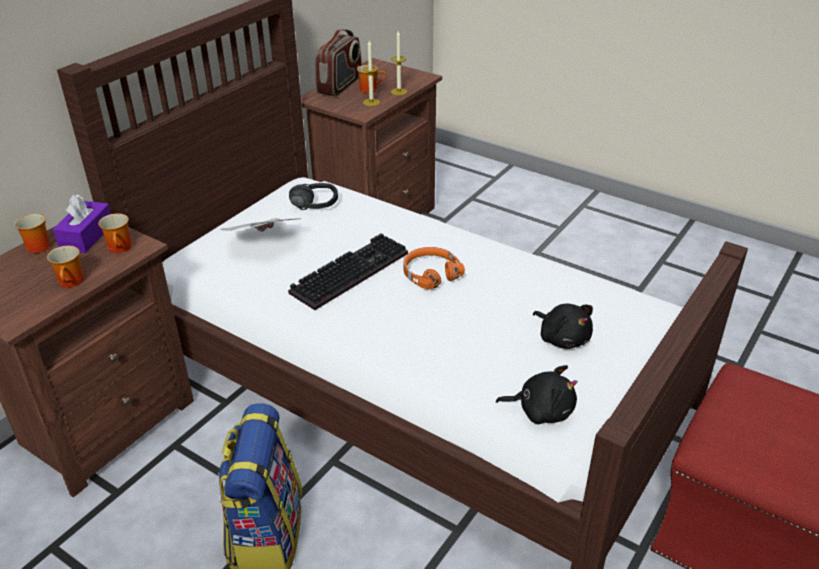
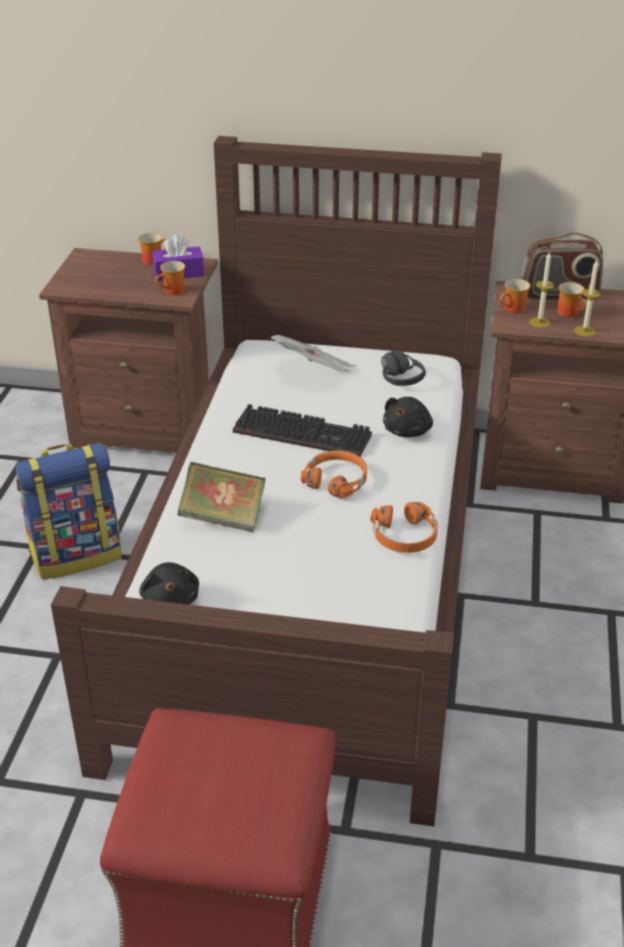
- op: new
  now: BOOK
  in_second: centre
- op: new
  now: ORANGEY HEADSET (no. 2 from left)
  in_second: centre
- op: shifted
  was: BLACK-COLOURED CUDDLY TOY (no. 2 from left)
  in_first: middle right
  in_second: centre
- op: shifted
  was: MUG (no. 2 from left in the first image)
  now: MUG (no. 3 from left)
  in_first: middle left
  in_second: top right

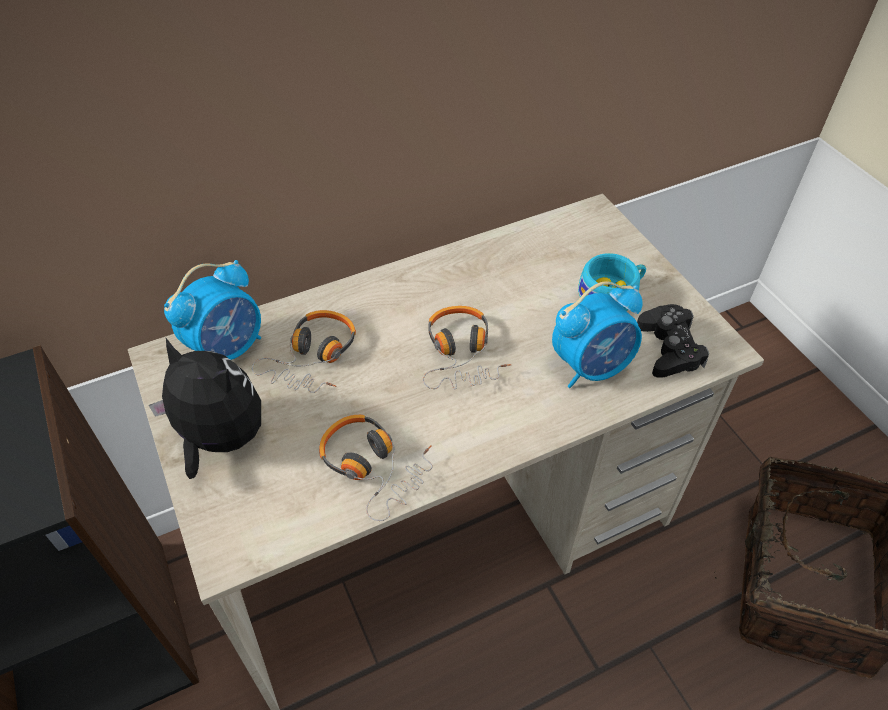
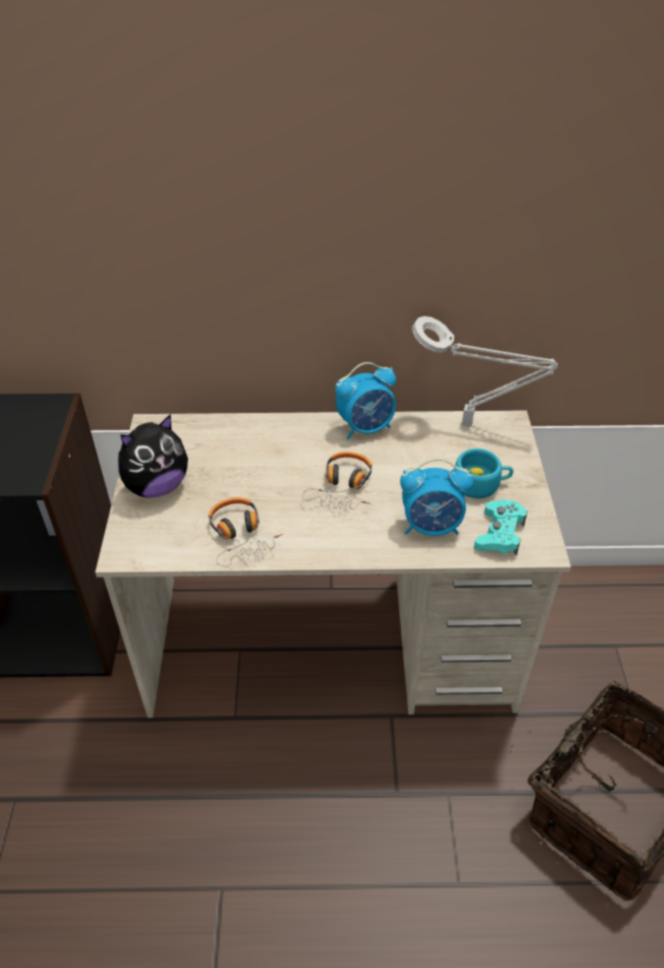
- op: rotated
  was: CUDDLY TOY
  in_first: middle left
  in_second: middle left
  clockwise: 90
- op: shifted
  was: BEDSIDE CLOCK (no. 1 from left)
  in_first: middle left
  in_second: centre
- op: new
  now: GREY TABLE LAMP
  in_second: middle right
- op: repainted
  was: BLACK-COLOURED JOYPAD
  now: TURQUOISE JOYPAD
  in_first: middle right
  in_second: middle right
- op: gone
  was: HEADSET (no. 1 from left)
  in_first: centre

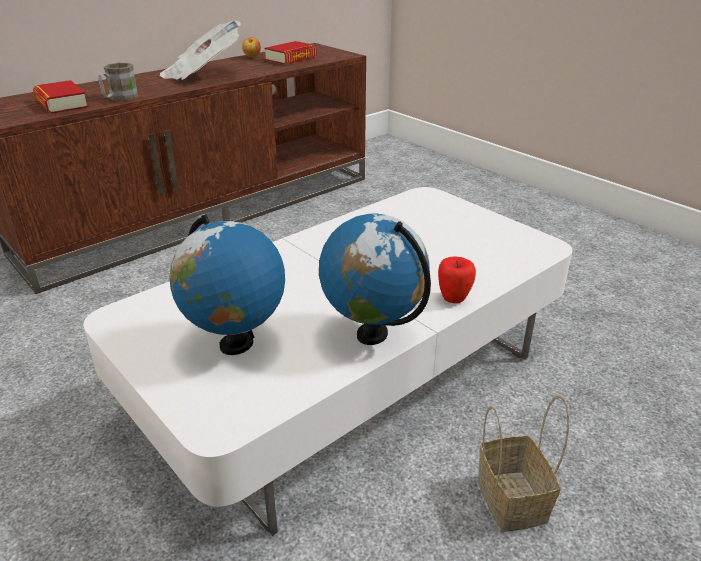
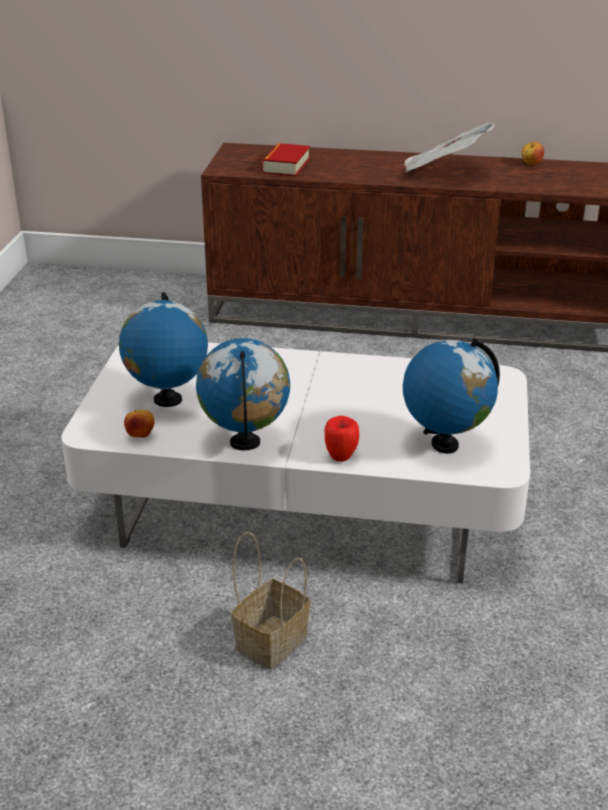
- op: new
  now: APPLE FRUIT (no. 1 from left)
  in_second: middle left
- op: new
  now: WORLD GLOBE (no. 3 from left)
  in_second: middle right
- op: gone
  was: BROWNISH MUG
  in_first: top left
- op: gone
  was: BOOK (no. 2 from left)
  in_first: top centre

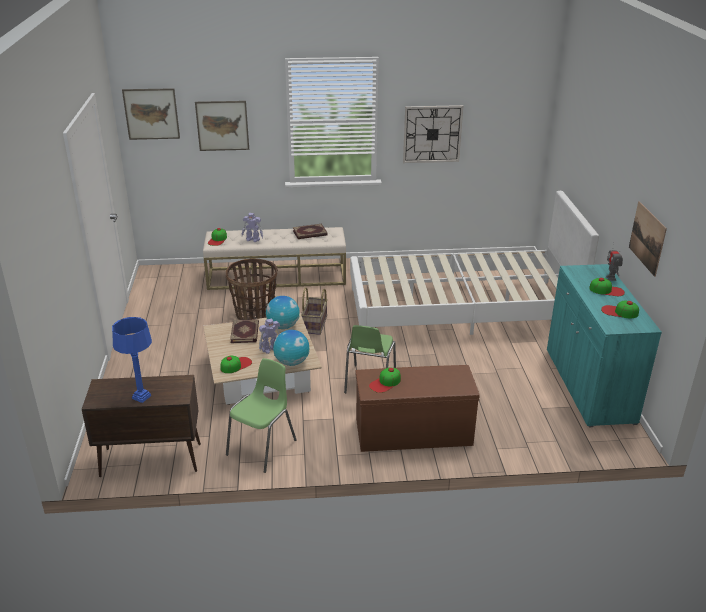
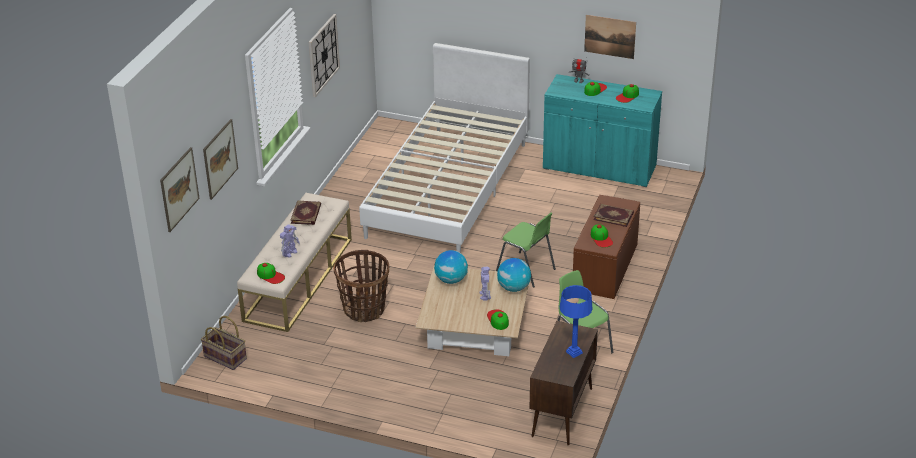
- op: shifted
  was: STORAGE BASKET (no. 2 from left in the first image)
  now: STORAGE BASKET (no. 1 from left)
  in_first: centre
  in_second: bottom left
- op: shifted
  was: BOOK (no. 1 from left in the first image)
  now: BOOK (no. 2 from left)
  in_first: centre
  in_second: middle right

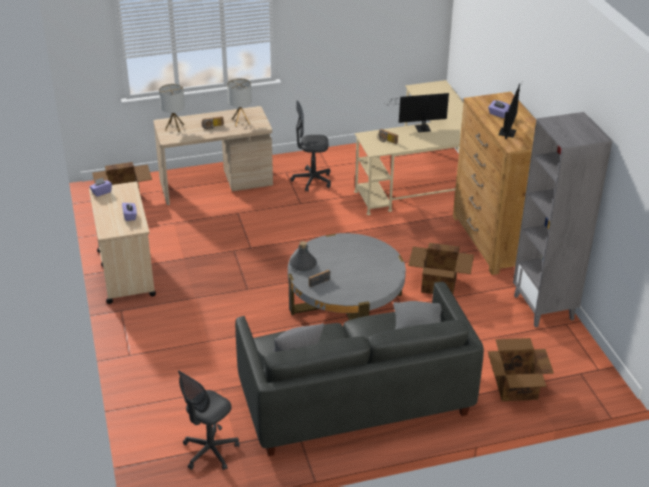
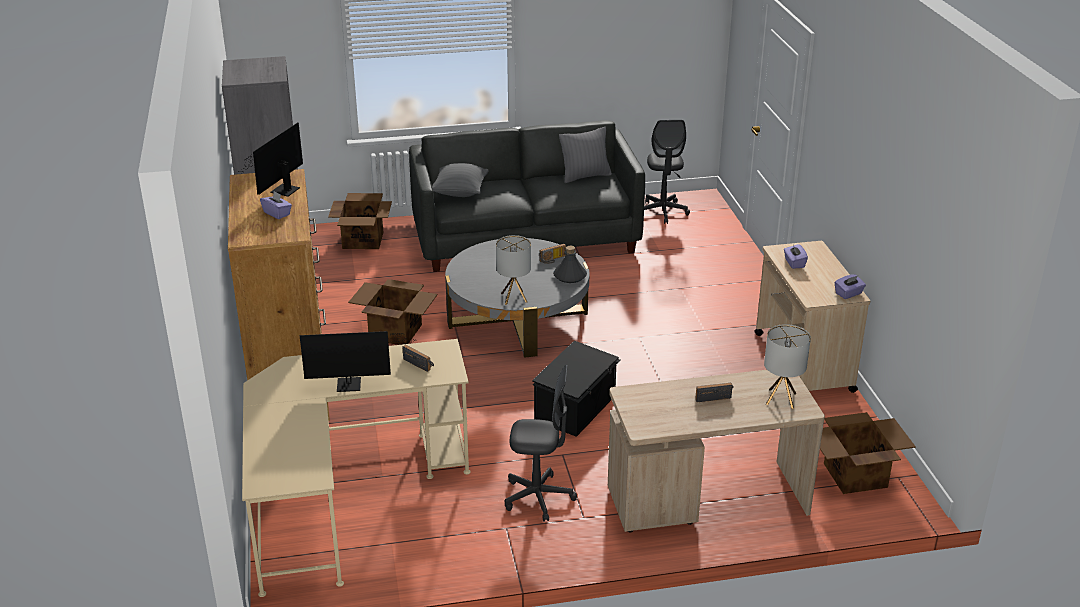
- op: shifted
  was: TABLE LAMP (no. 2 from left in the first image)
  now: TABLE LAMP (no. 1 from left)
  in_first: top centre
  in_second: centre
- op: new
  now: BLACK-COLOURED STORAGE CONTAINER
  in_second: centre
- op: rotated
  was: GREY OFFICE CHAIR (no. 1 from left in the first image)
  in_first: bottom left
  in_second: top centre
  clockwise: 135

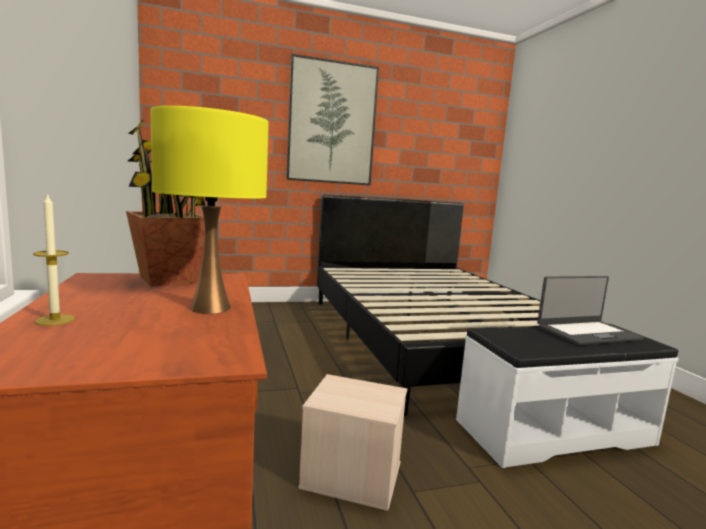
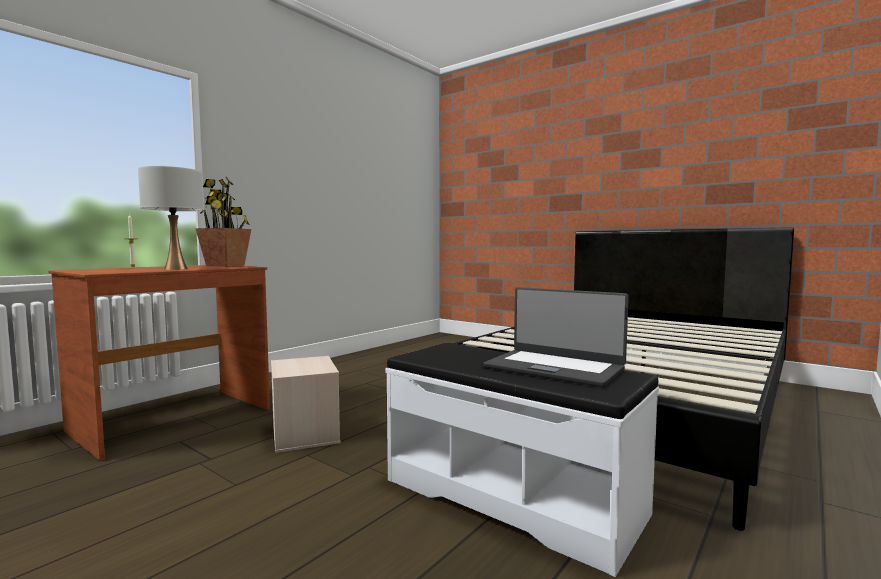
- op: repainted
  was: YELLOWISH TABLE LAMP
  now: WHITISH TABLE LAMP
  in_first: middle left
  in_second: middle left
- op: gone
  was: WALL ART
  in_first: top centre

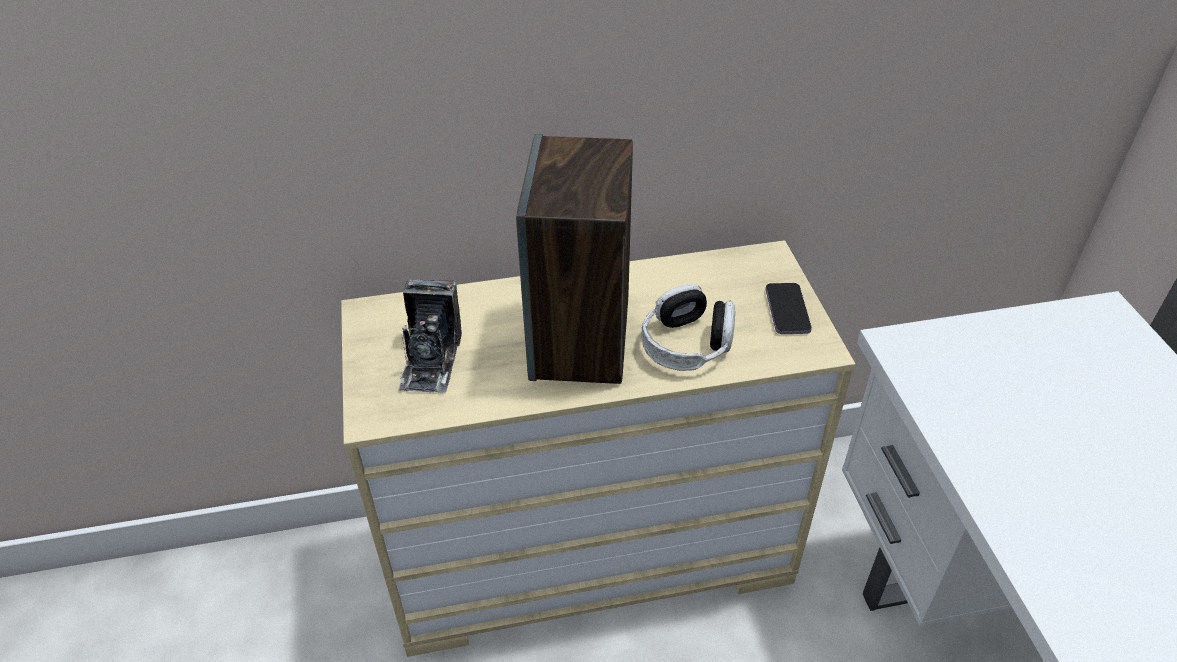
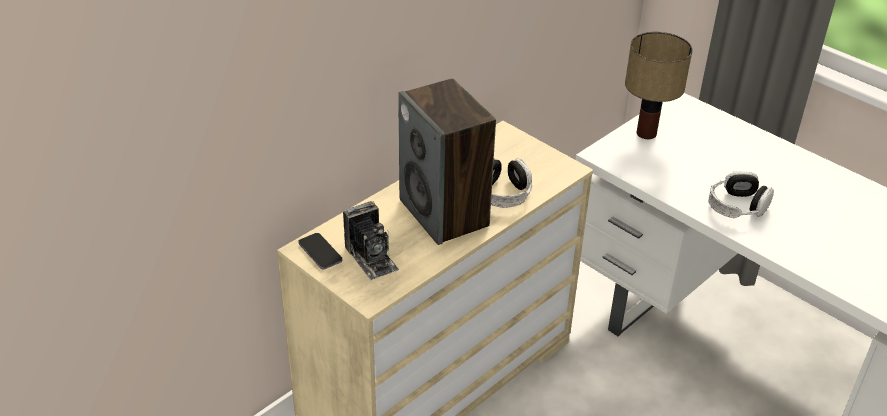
- op: shifted
  was: TELEPHONE
  in_first: middle right
  in_second: centre
- op: new
  now: TABLE LAMP
  in_second: top right
- op: new
  now: HEADSET (no. 2 from left)
  in_second: middle right

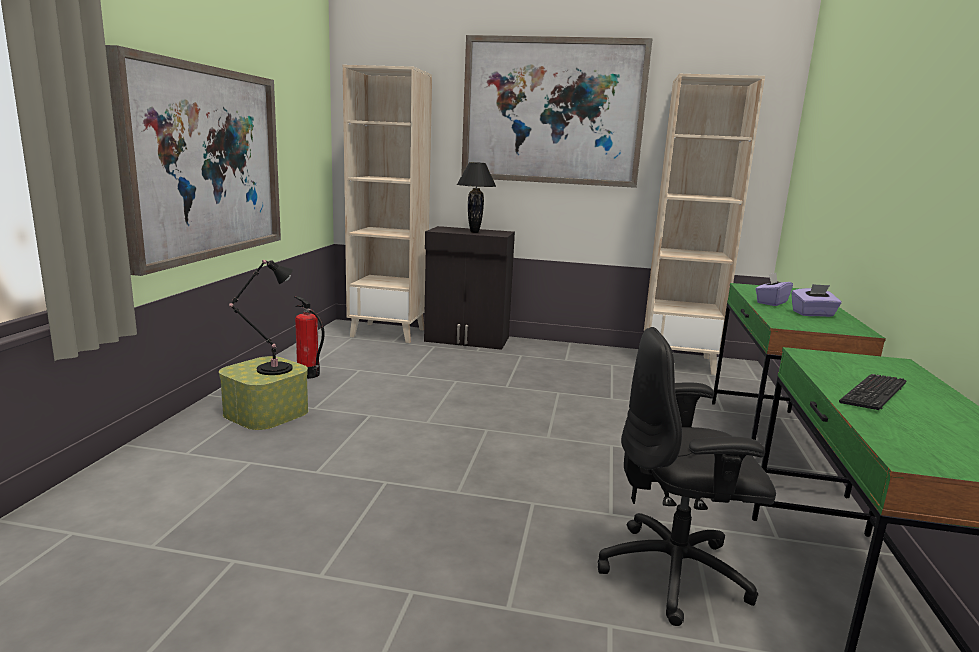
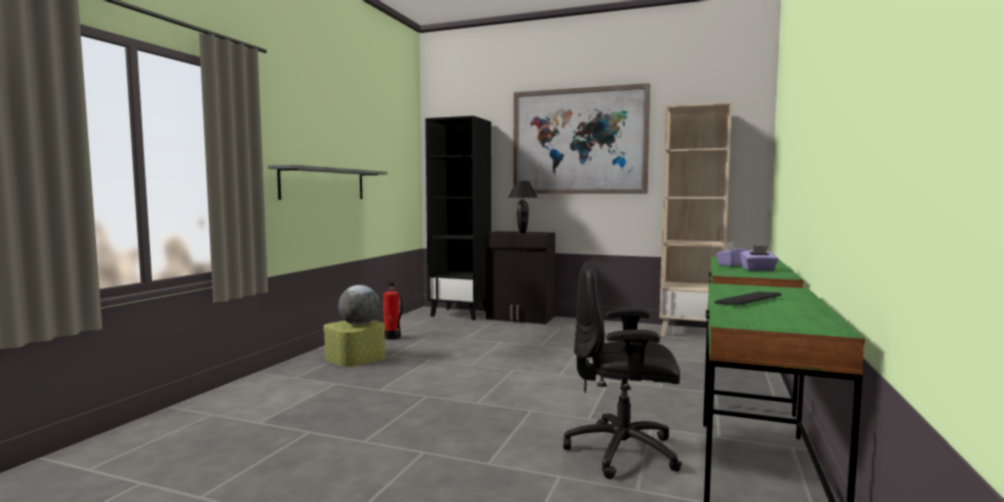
- op: swapped
  was: WALL ART (no. 1 from left)
  now: GREY BRACKET SHELF
  in_first: top left
  in_second: middle left
- op: swapped
  was: BLACK-COLOURED TABLE LAMP (no. 1 from left)
  now: WORLD GLOBE
  in_first: middle left
  in_second: centre
- op: repainted
  was: SAND-COLOURED BOOKCASE (no. 1 from left)
  now: BLACK-COLOURED BOOKCASE
  in_first: top centre
  in_second: centre

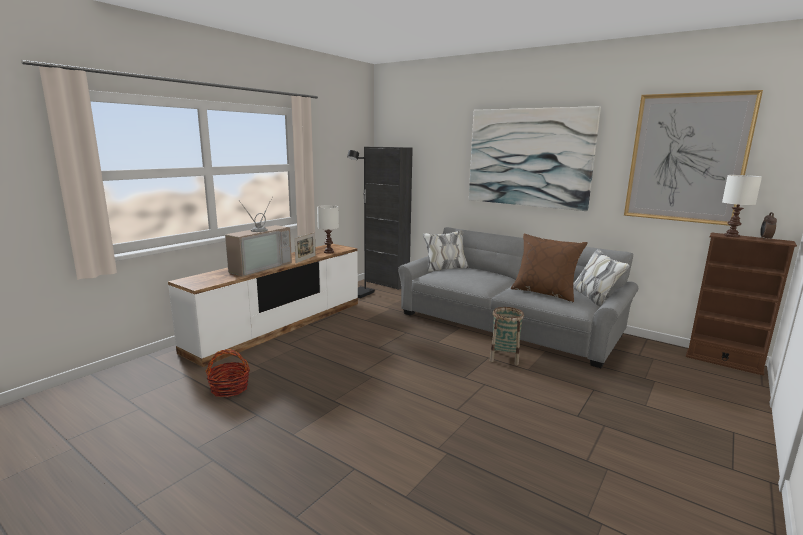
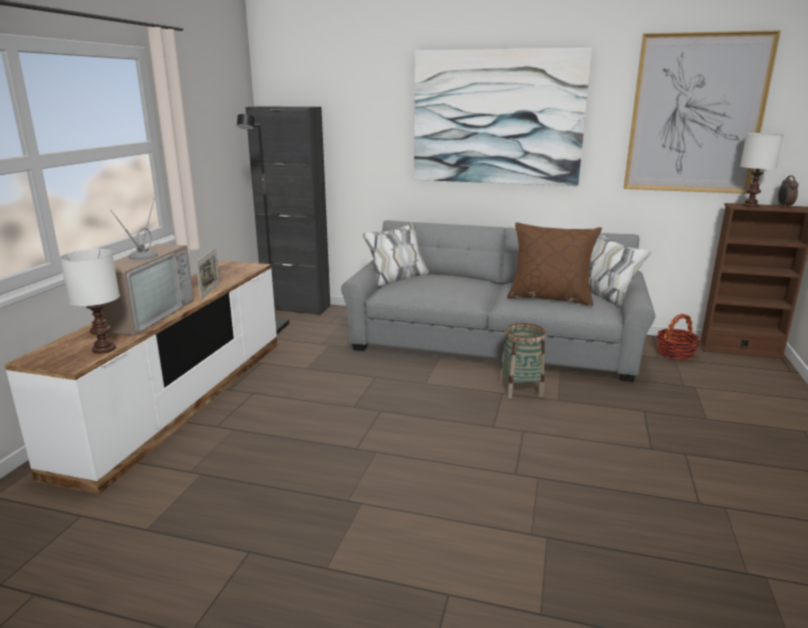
- op: shifted
  was: WHITISH TABLE LAMP (no. 1 from left)
  in_first: centre
  in_second: middle left
- op: shifted
  was: STORAGE BASKET (no. 1 from left in the first image)
  now: STORAGE BASKET (no. 2 from left)
  in_first: bottom left
  in_second: middle right

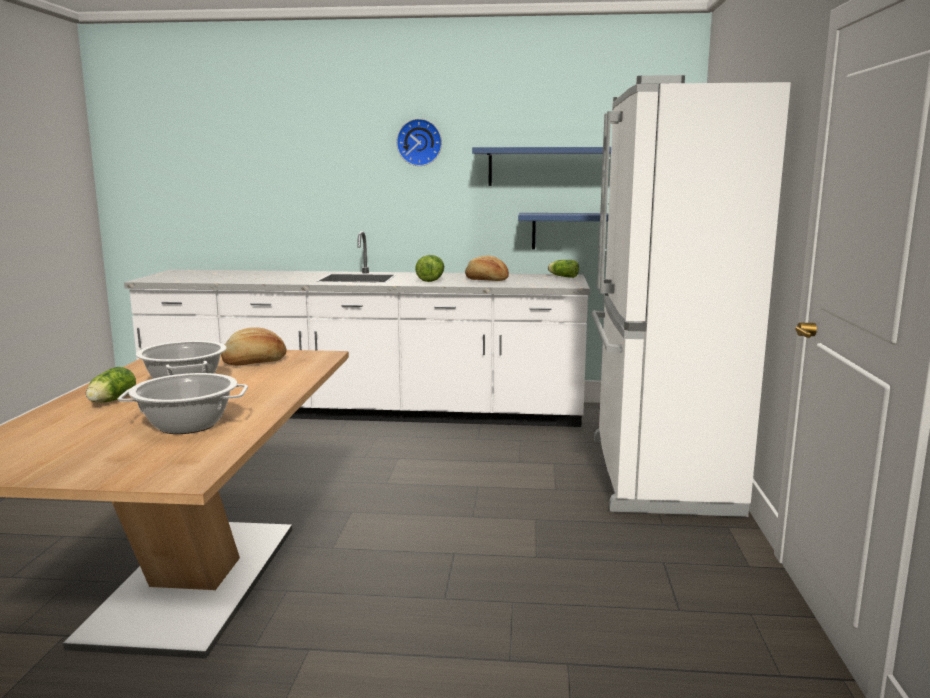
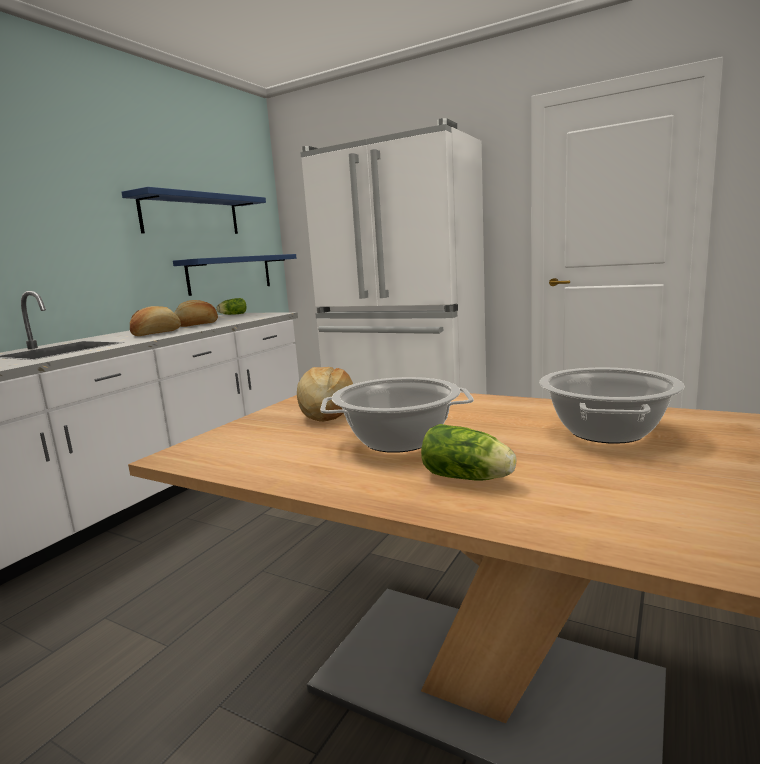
- op: swapped
  was: LETTUCE HEAD (no. 2 from left)
  now: BAKERY BREAD (no. 1 from left)
  in_first: centre
  in_second: middle left
- op: gone
  was: HANGING CLOCK
  in_first: top centre

